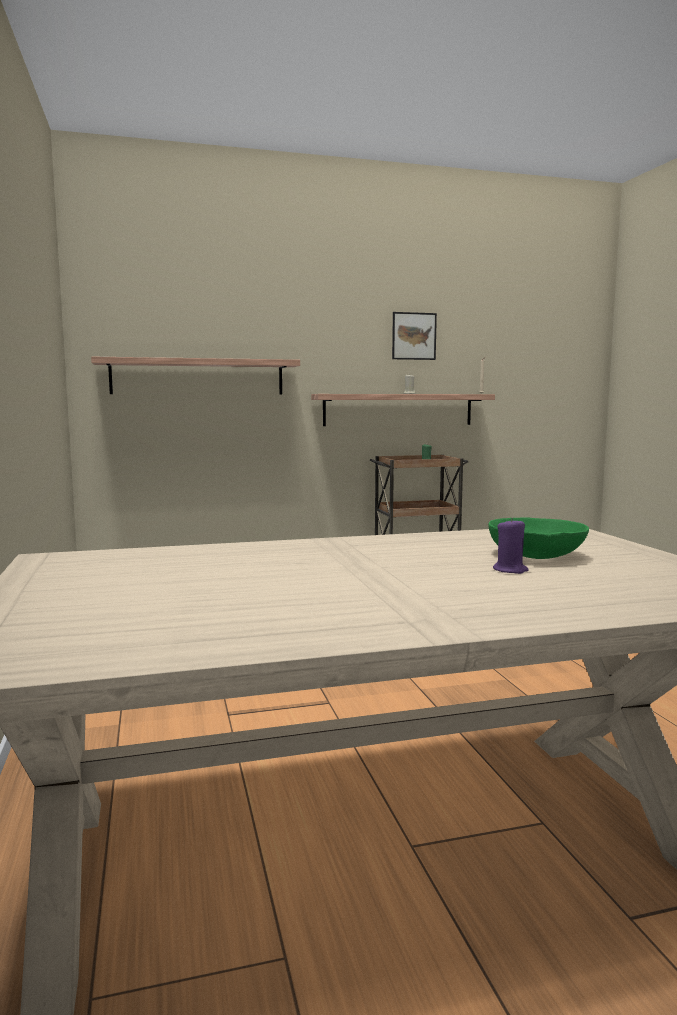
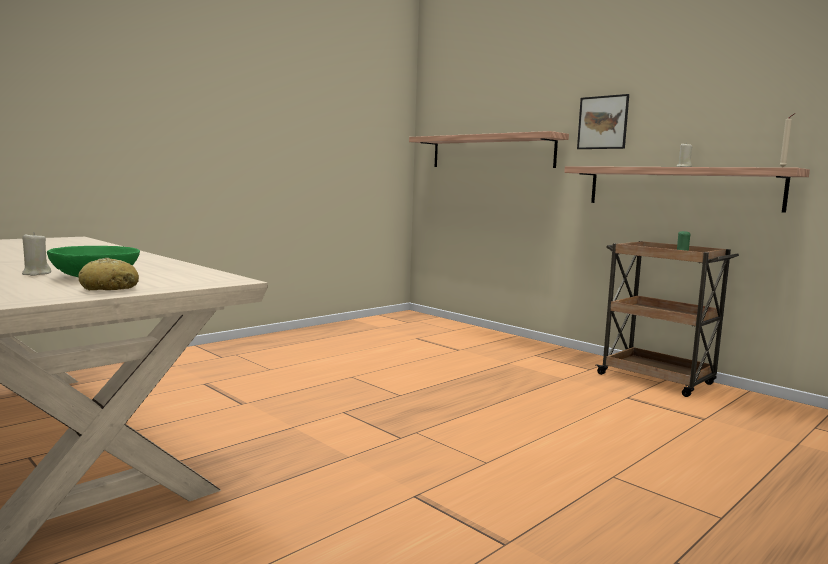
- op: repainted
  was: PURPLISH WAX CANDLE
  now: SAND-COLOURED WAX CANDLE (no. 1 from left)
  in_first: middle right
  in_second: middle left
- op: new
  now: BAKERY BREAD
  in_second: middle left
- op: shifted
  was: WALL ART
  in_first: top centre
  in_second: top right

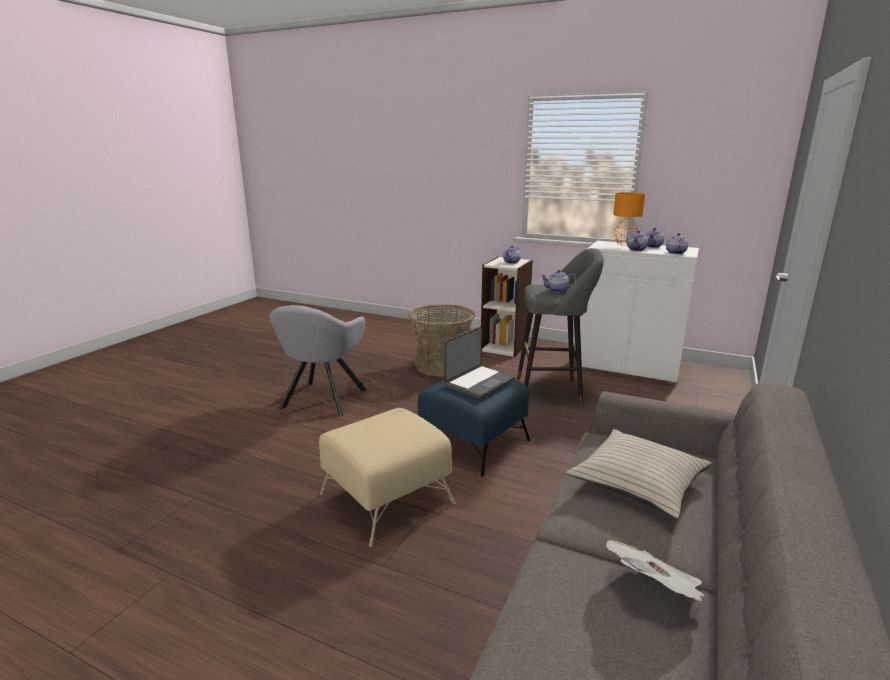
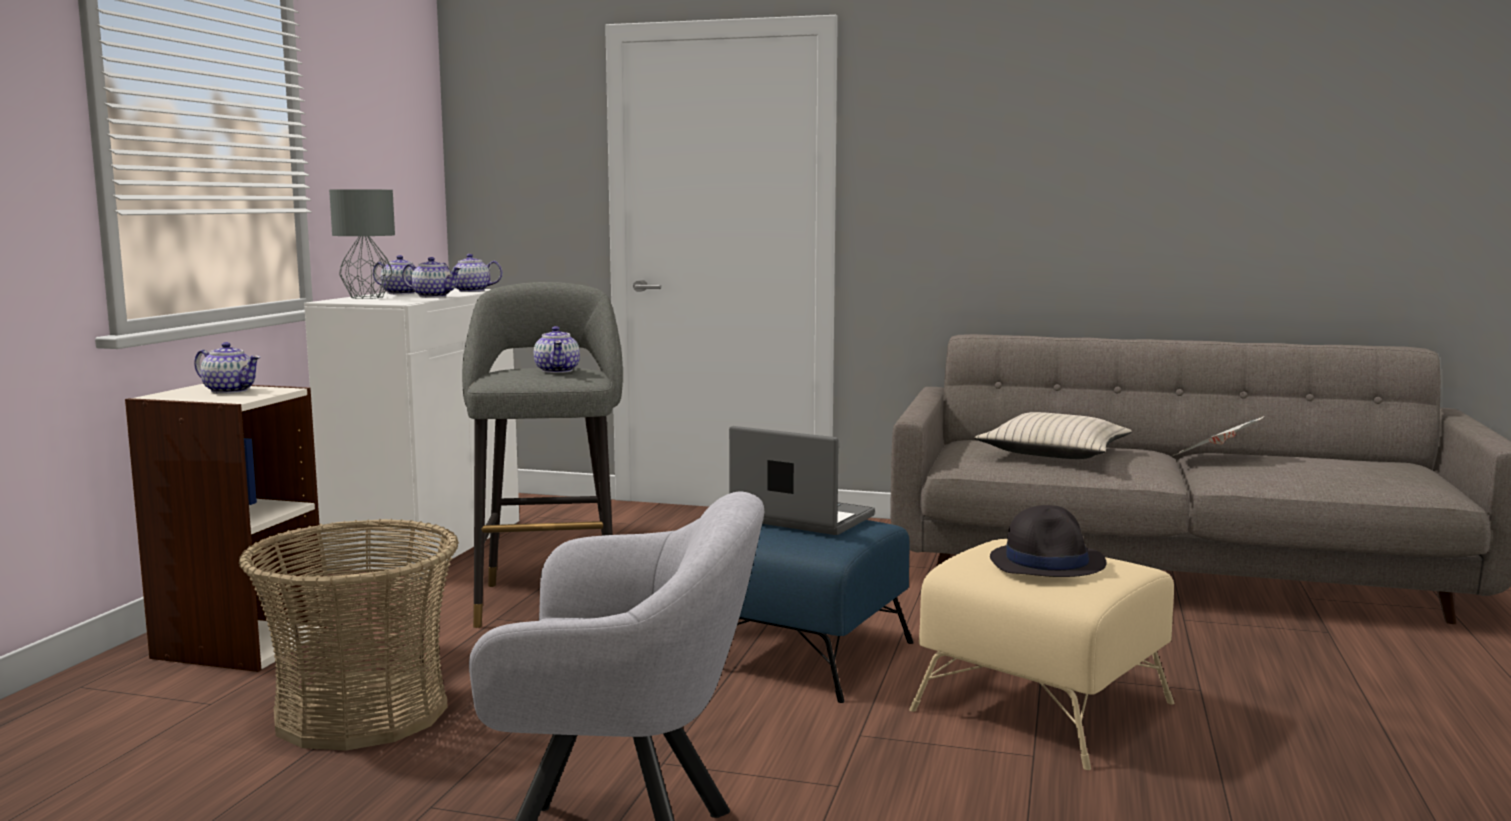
- op: repainted
  was: ORANGEY TABLE LAMP
  now: GREY TABLE LAMP
  in_first: top right
  in_second: top left
- op: new
  now: BLACK-COLOURED CLOTHING HAT
  in_second: middle right

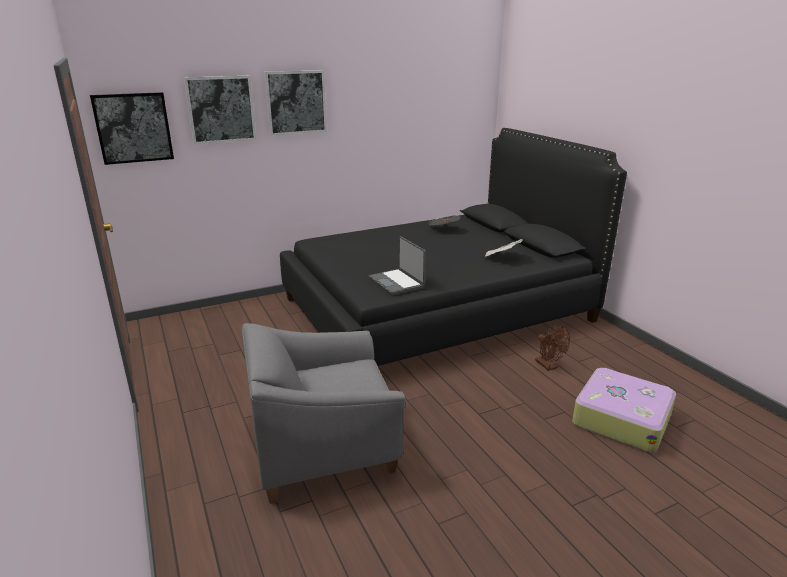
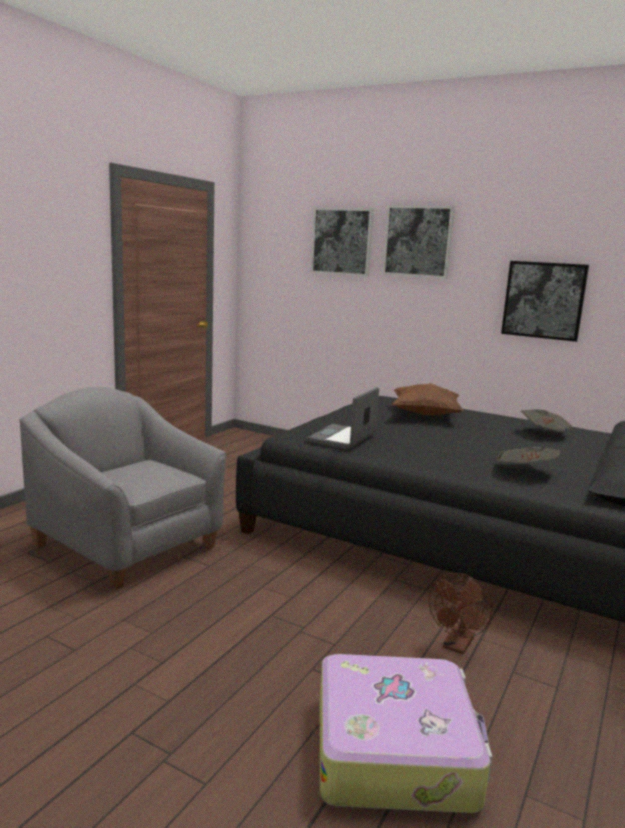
- op: new
  now: BROWNISH PILLOW
  in_second: middle right
- op: shifted
  was: WALL ART (no. 1 from left in the first image)
  now: WALL ART (no. 3 from left)
  in_first: top left
  in_second: middle right

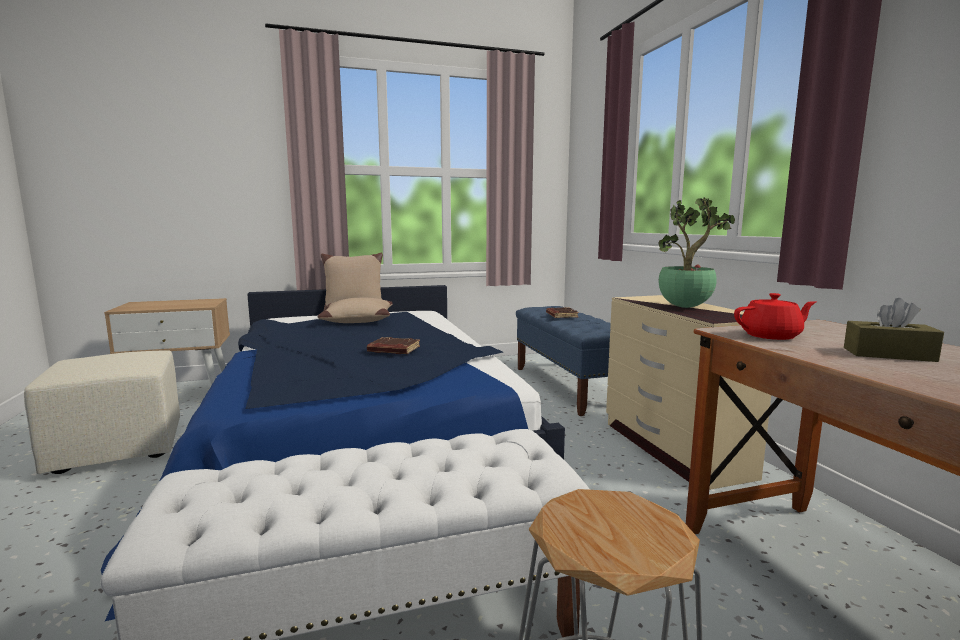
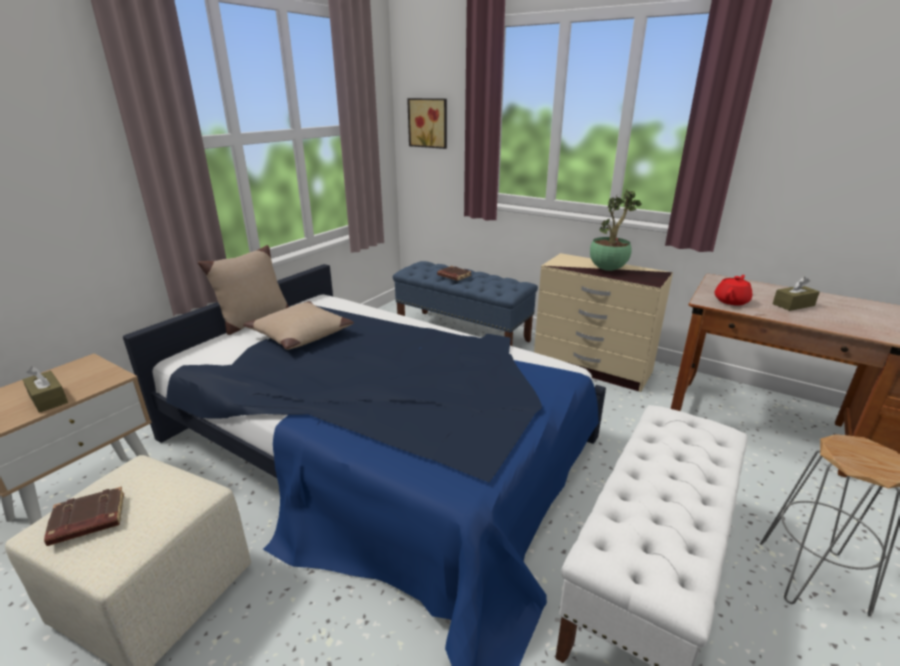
- op: new
  now: BROWNISH BOX OF TISSUES (no. 1 from left)
  in_second: middle left
- op: shifted
  was: BROWNISH BOOK (no. 1 from left)
  in_first: centre
  in_second: bottom left
- op: new
  now: WALL ART
  in_second: top centre

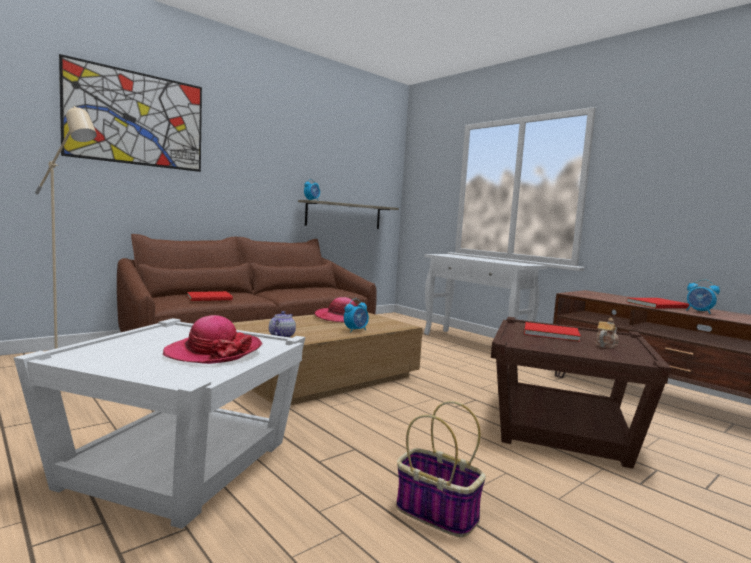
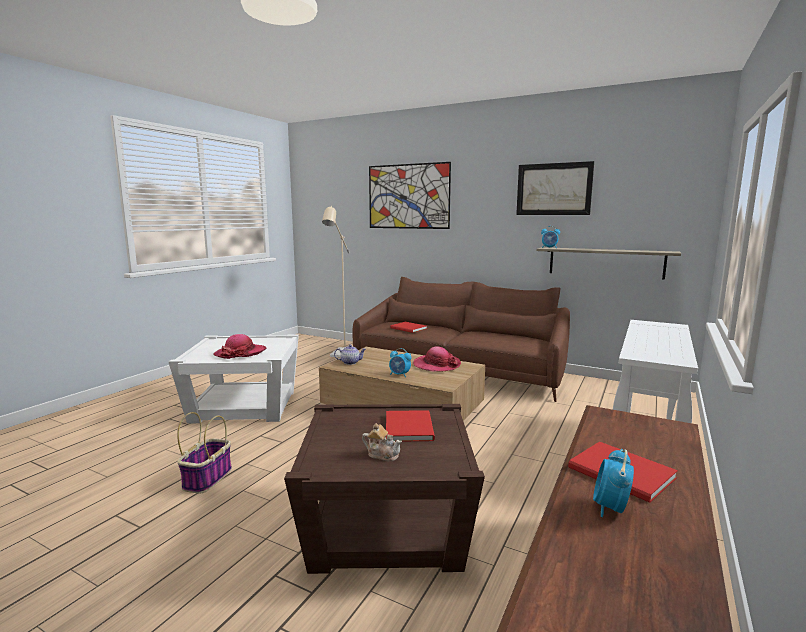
- op: new
  now: WALL ART (no. 2 from left)
  in_second: top right

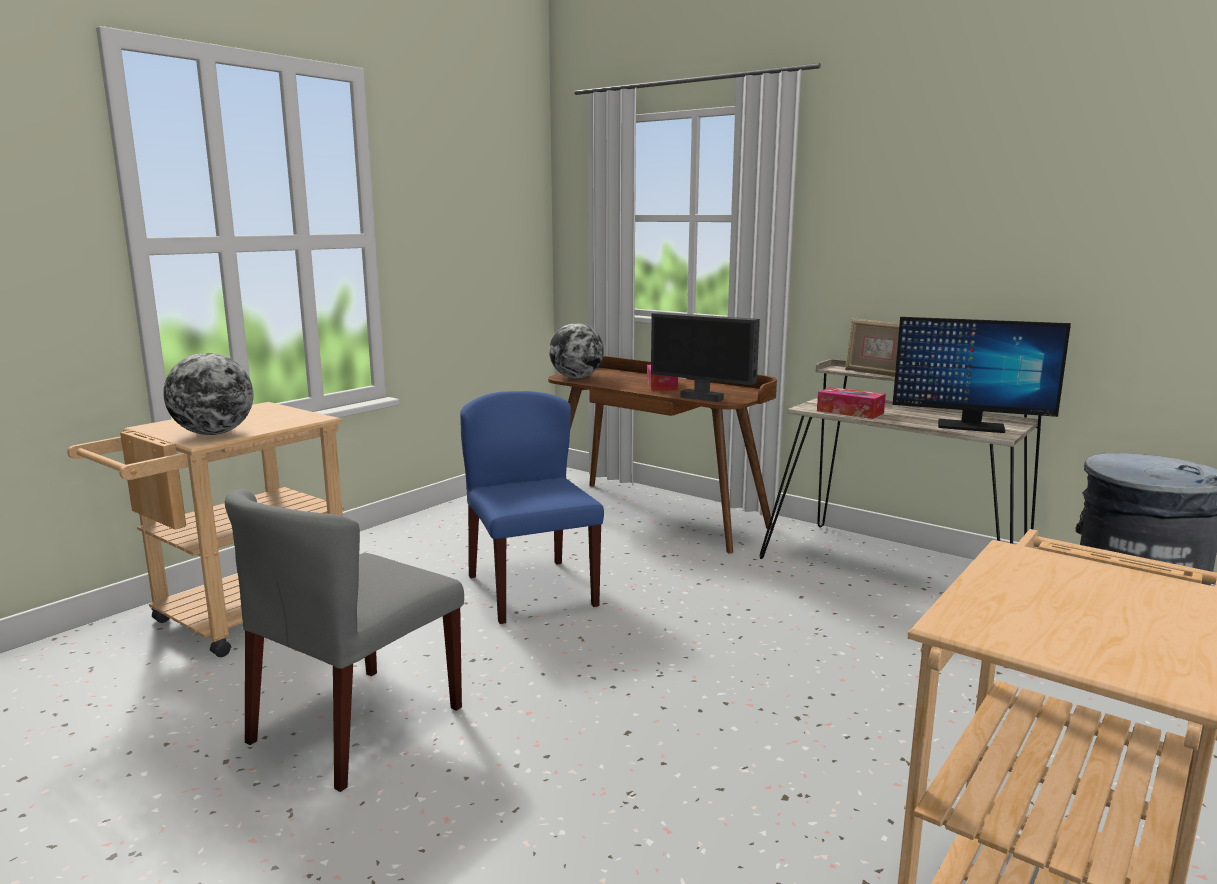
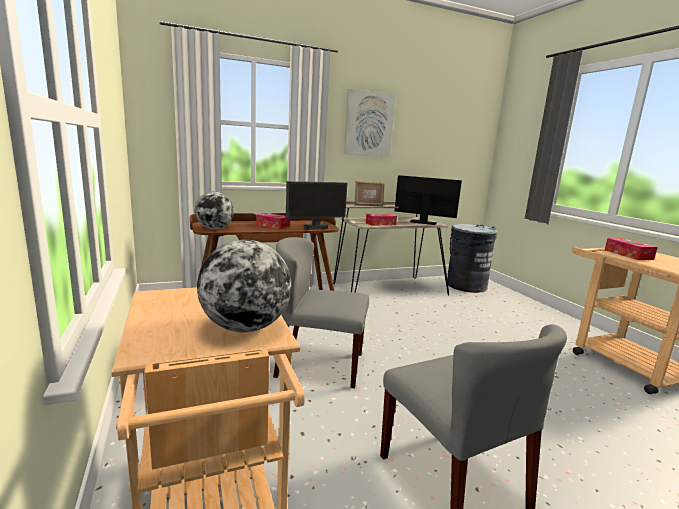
- op: repainted
  was: BLUE-COLOURED PLAIN CHAIR
  now: GREY PLAIN CHAIR (no. 1 from left)
  in_first: centre
  in_second: centre
- op: new
  now: WALL ART
  in_second: top centre
- op: rotated
  was: MONITOR (no. 2 from left)
  in_first: middle right
  in_second: centre
  clockwise: -120
- op: new
  now: BOX OF TISSUES (no. 3 from left)
  in_second: middle right

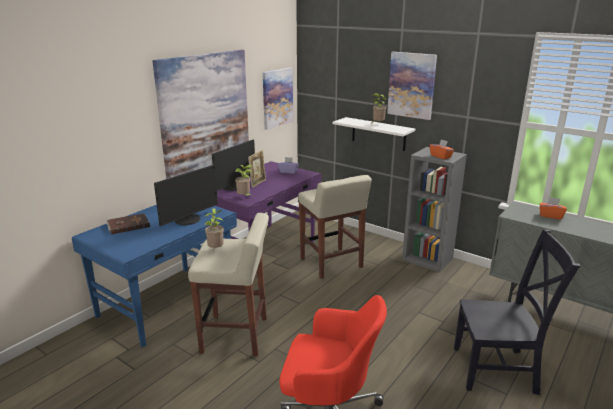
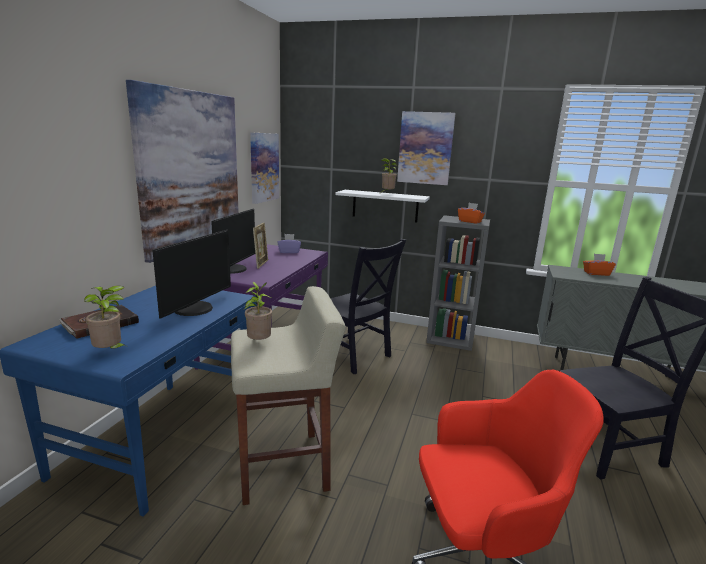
- op: shifted
  was: POTTED PLANT (no. 2 from left in the first image)
  now: POTTED PLANT (no. 1 from left)
  in_first: centre
  in_second: middle left
- op: swapped
  was: SAND-COLOURED STOOL SEAT (no. 2 from left)
  now: BLACK-COLOURED PLAIN CHAIR (no. 1 from left)
  in_first: centre
  in_second: centre

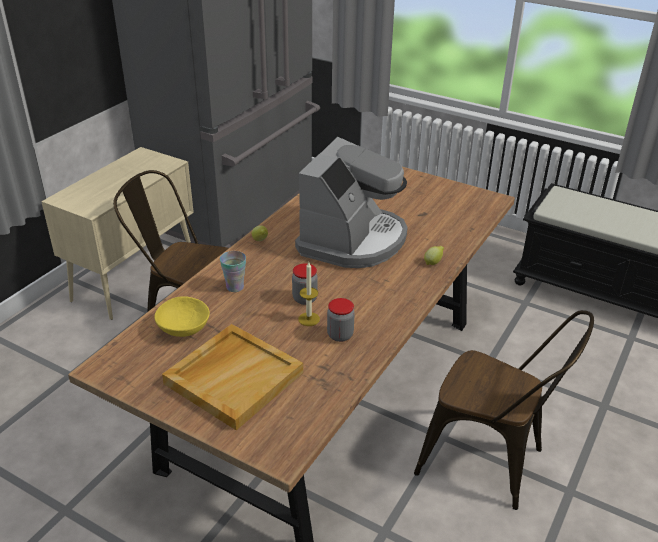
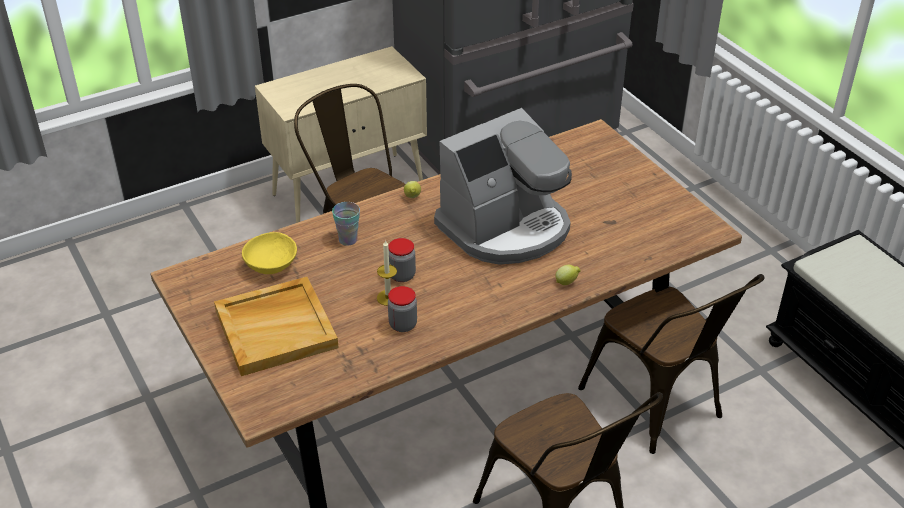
- op: new
  now: BROWNISH PLAIN CHAIR (no. 3 from left)
  in_second: bottom right

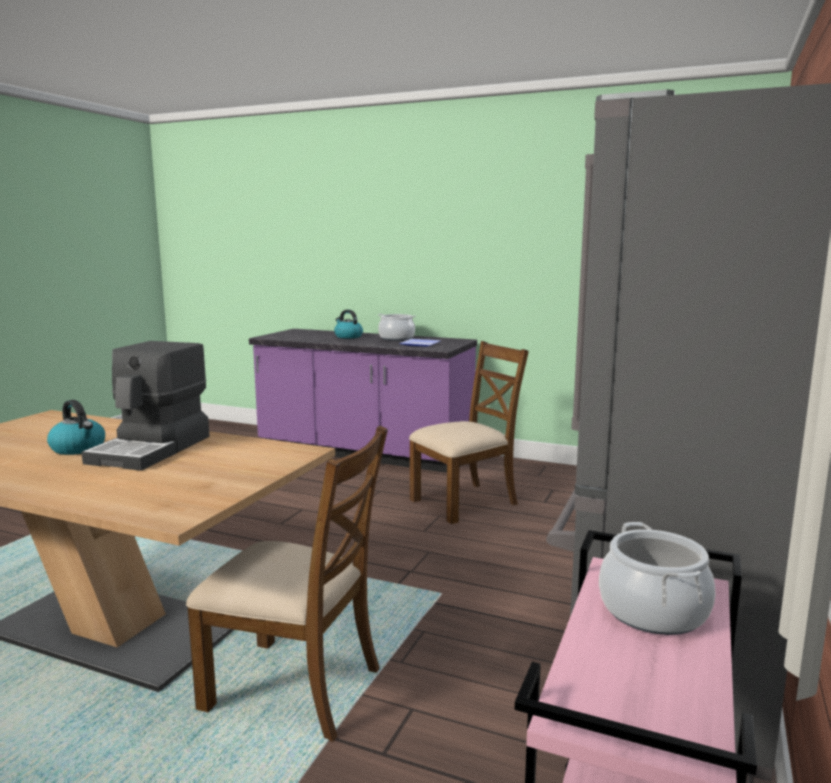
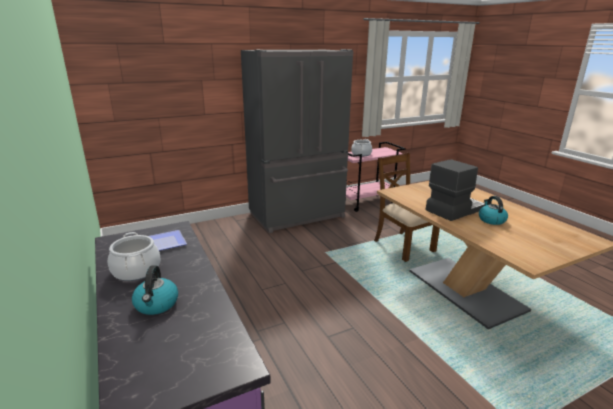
- op: gone
  was: BROWNISH PLAIN CHAIR (no. 2 from left)
  in_first: centre

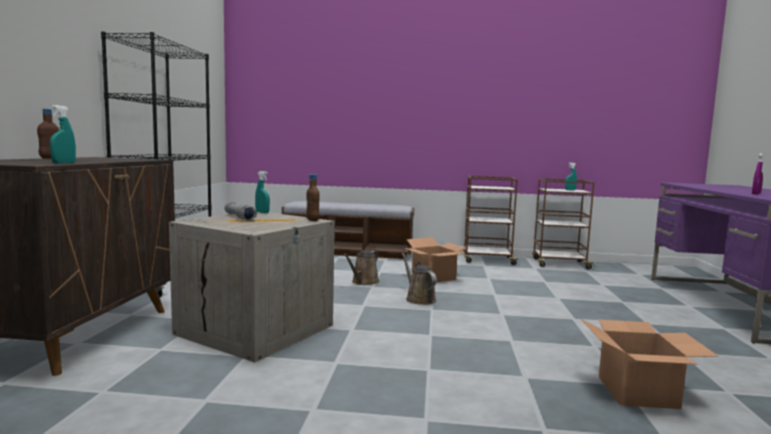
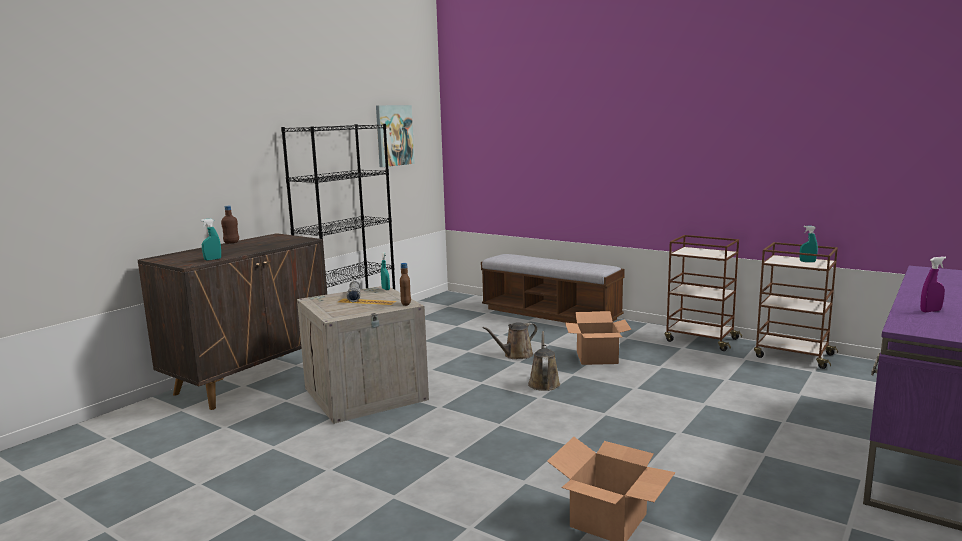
- op: new
  now: WALL ART
  in_second: top centre

